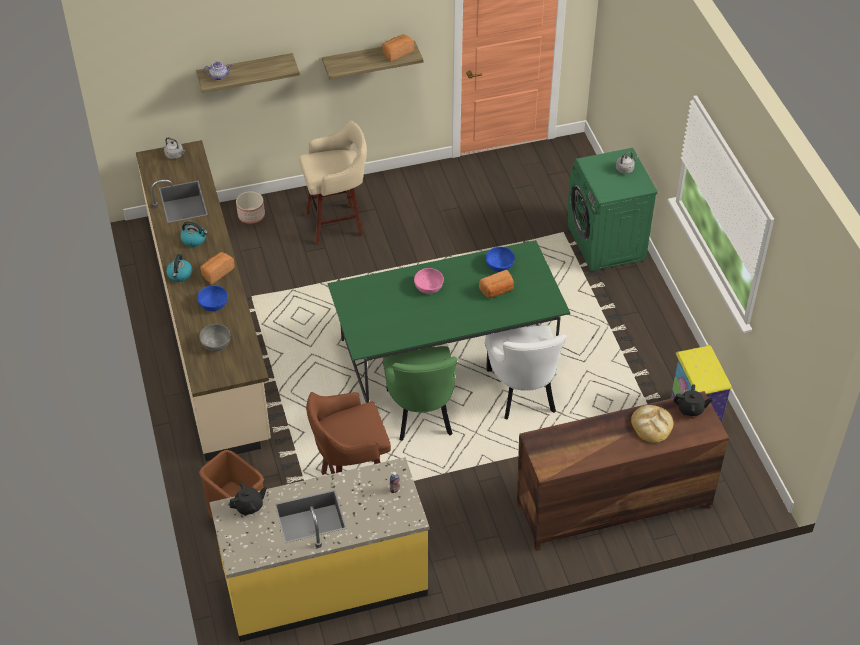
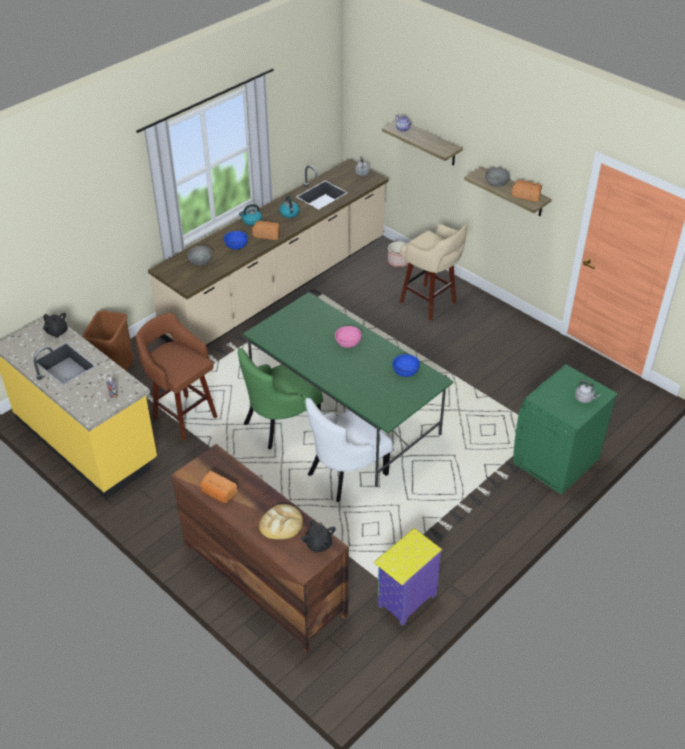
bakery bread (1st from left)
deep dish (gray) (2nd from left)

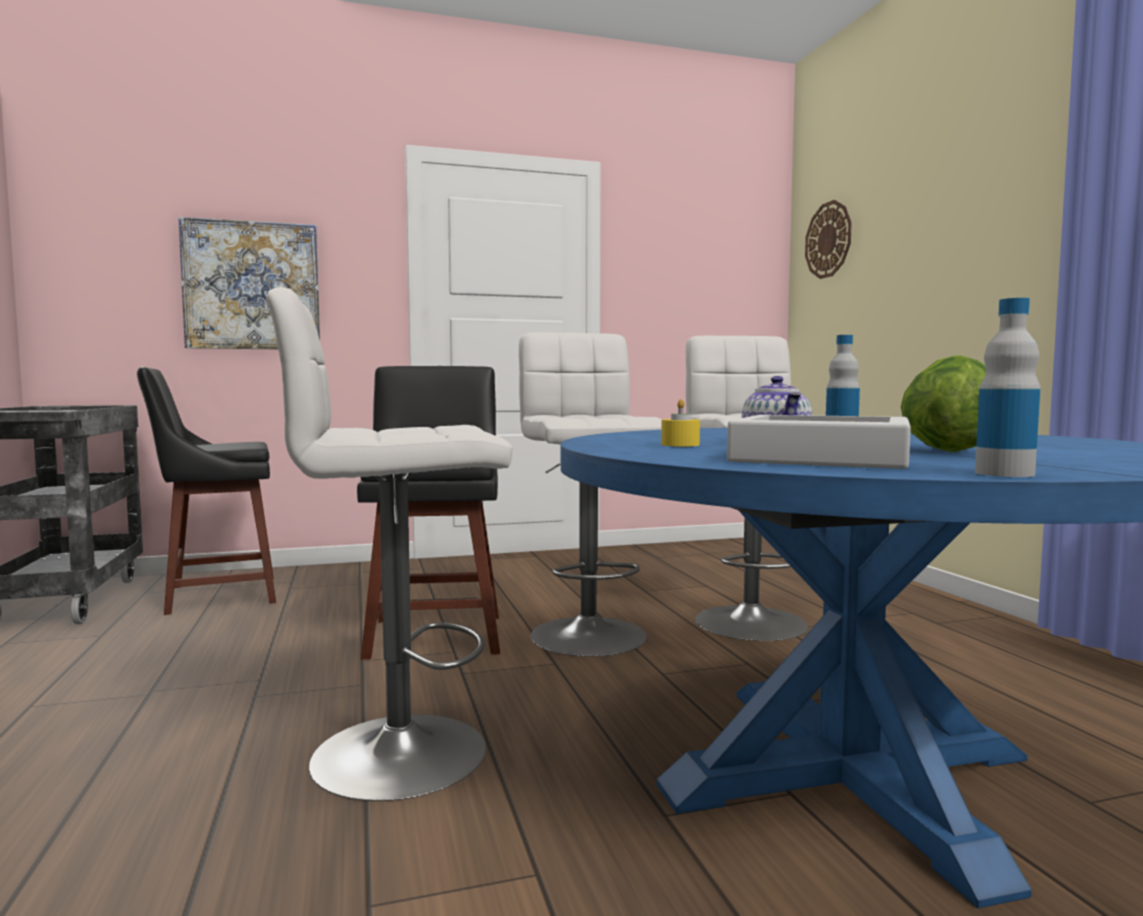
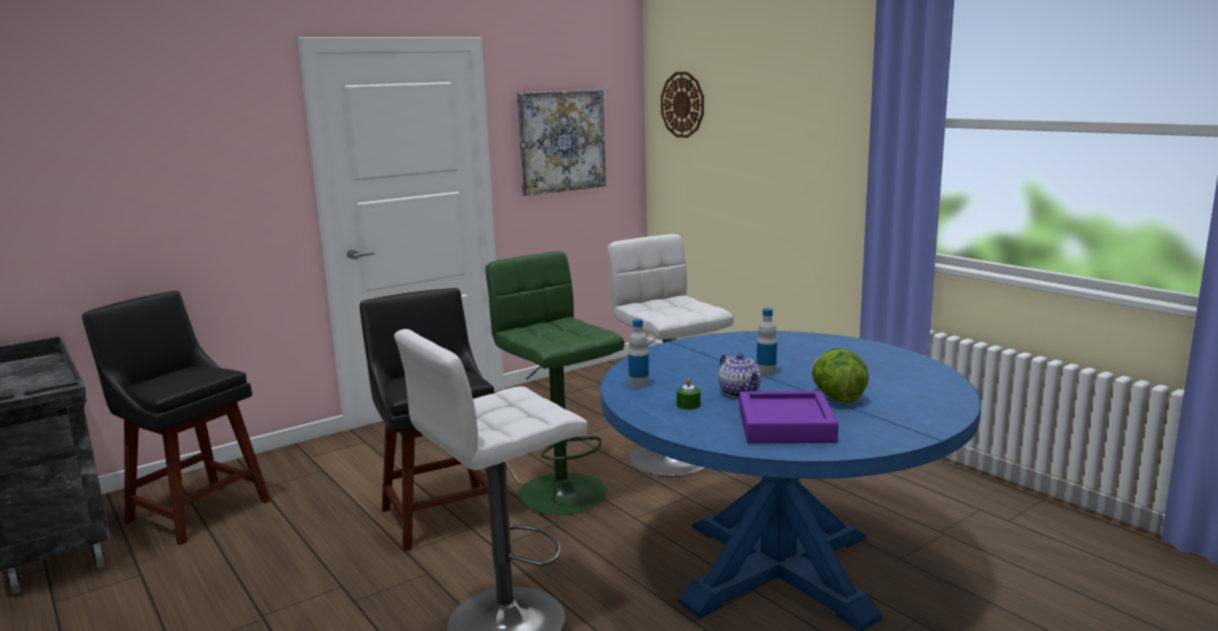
upright chair (black-coloured) (1st from left)
sitting stool (greenish)
wall picture
drink bottle (1st from left)
wax candle (greenish)
serving tray (purplish)

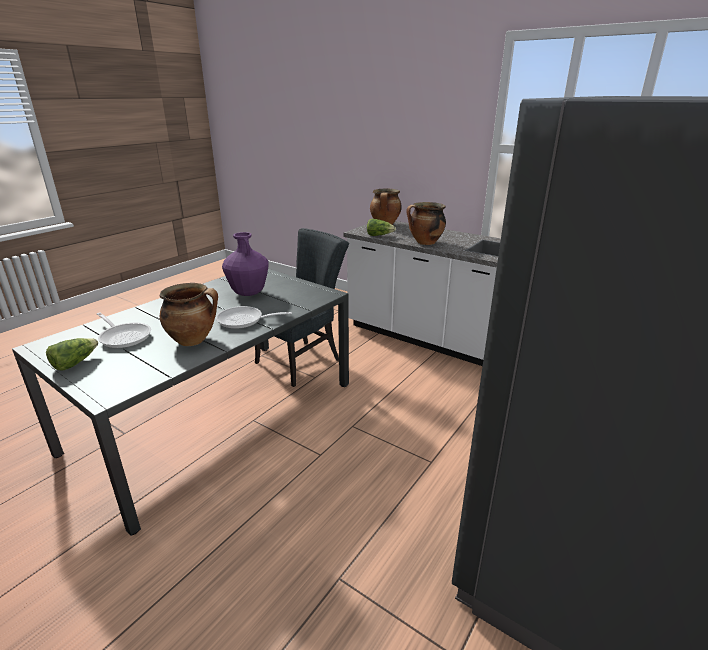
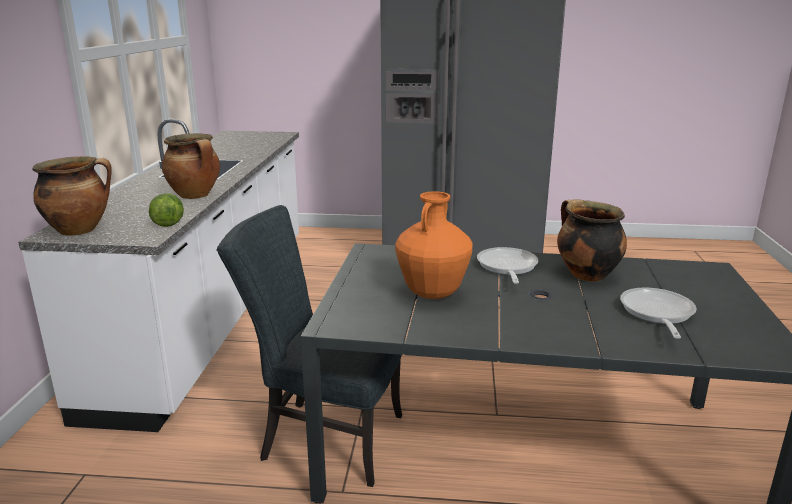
vase (orange-coloured)
pan (1st from left)
head of lettuce (1st from left in the first image)

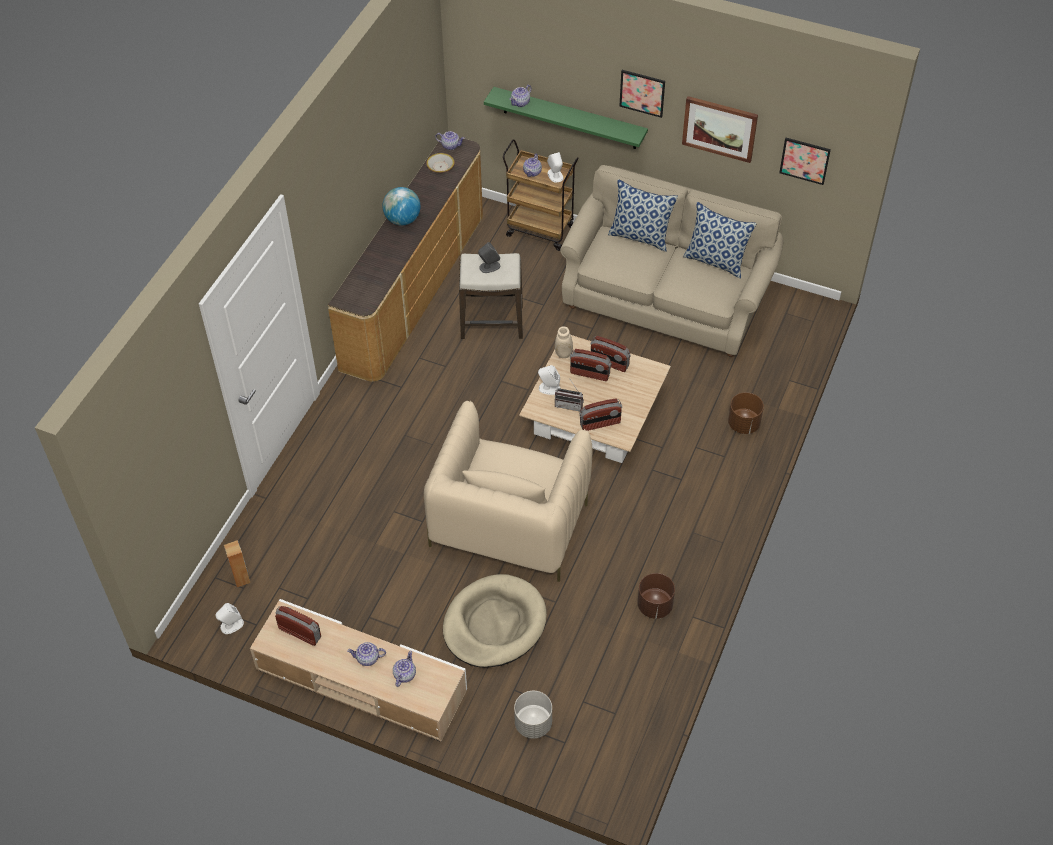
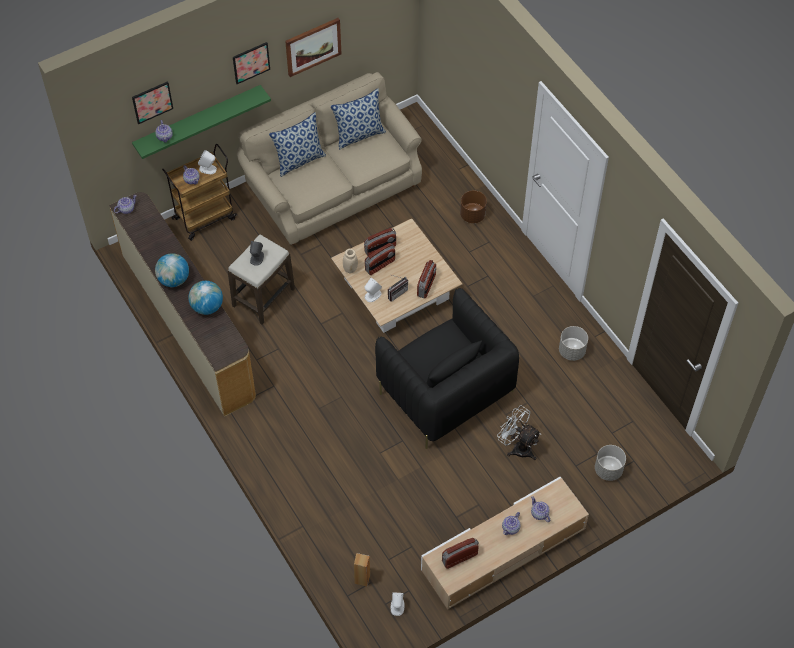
wall picture (1st from left)
world globe (2nd from left)
easy chair (black-coloured)
fan (white)
plant pot (gray) (1st from left)
deep dish

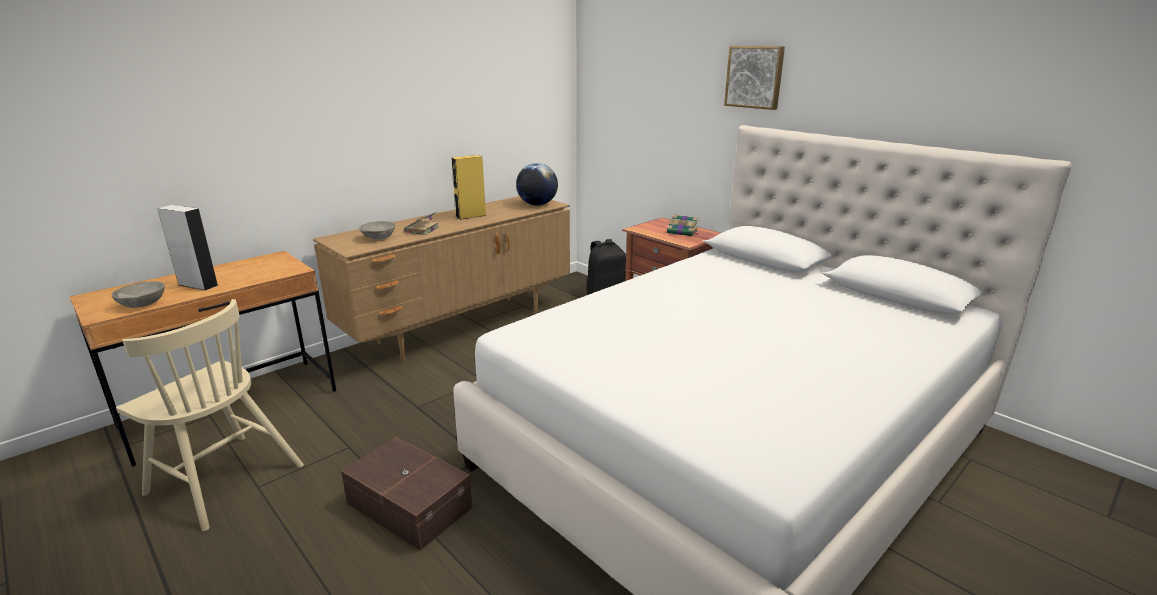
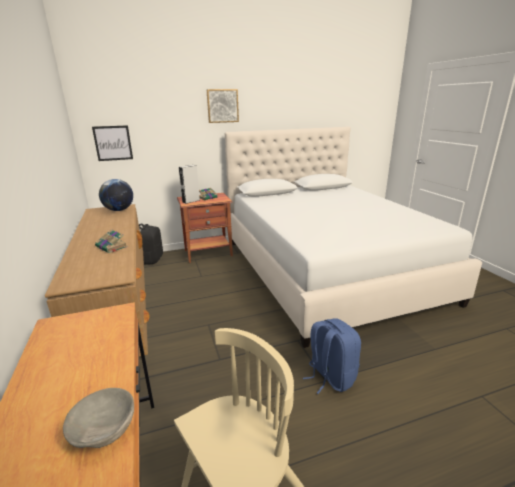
wall picture (1st from left)
speaker (gray)
backpack (blue-coloured)
deep dish (gray) (2nd from left in the first image)
speaker (yellowish)

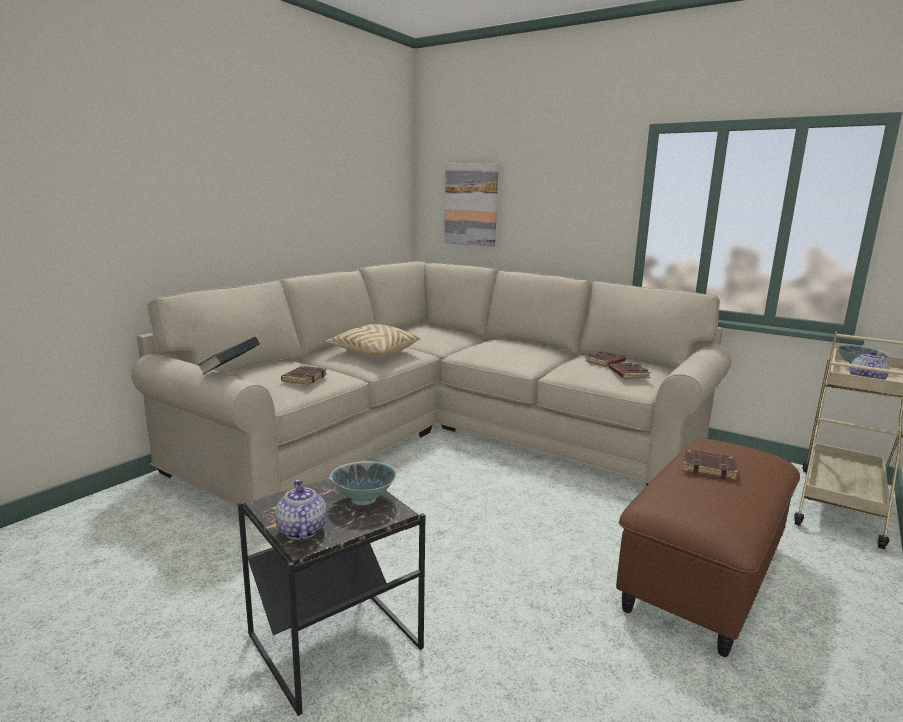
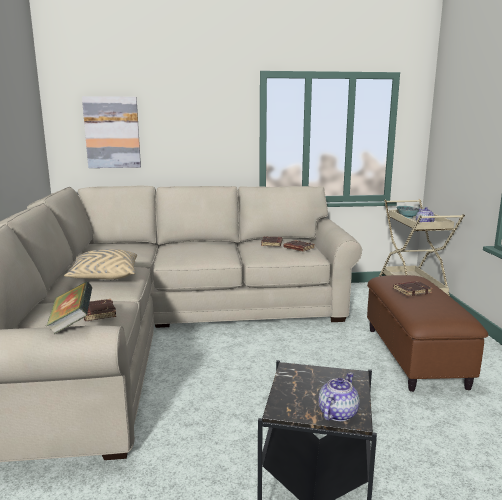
tea pot (1st from left)
deep dish (1st from left in the first image)

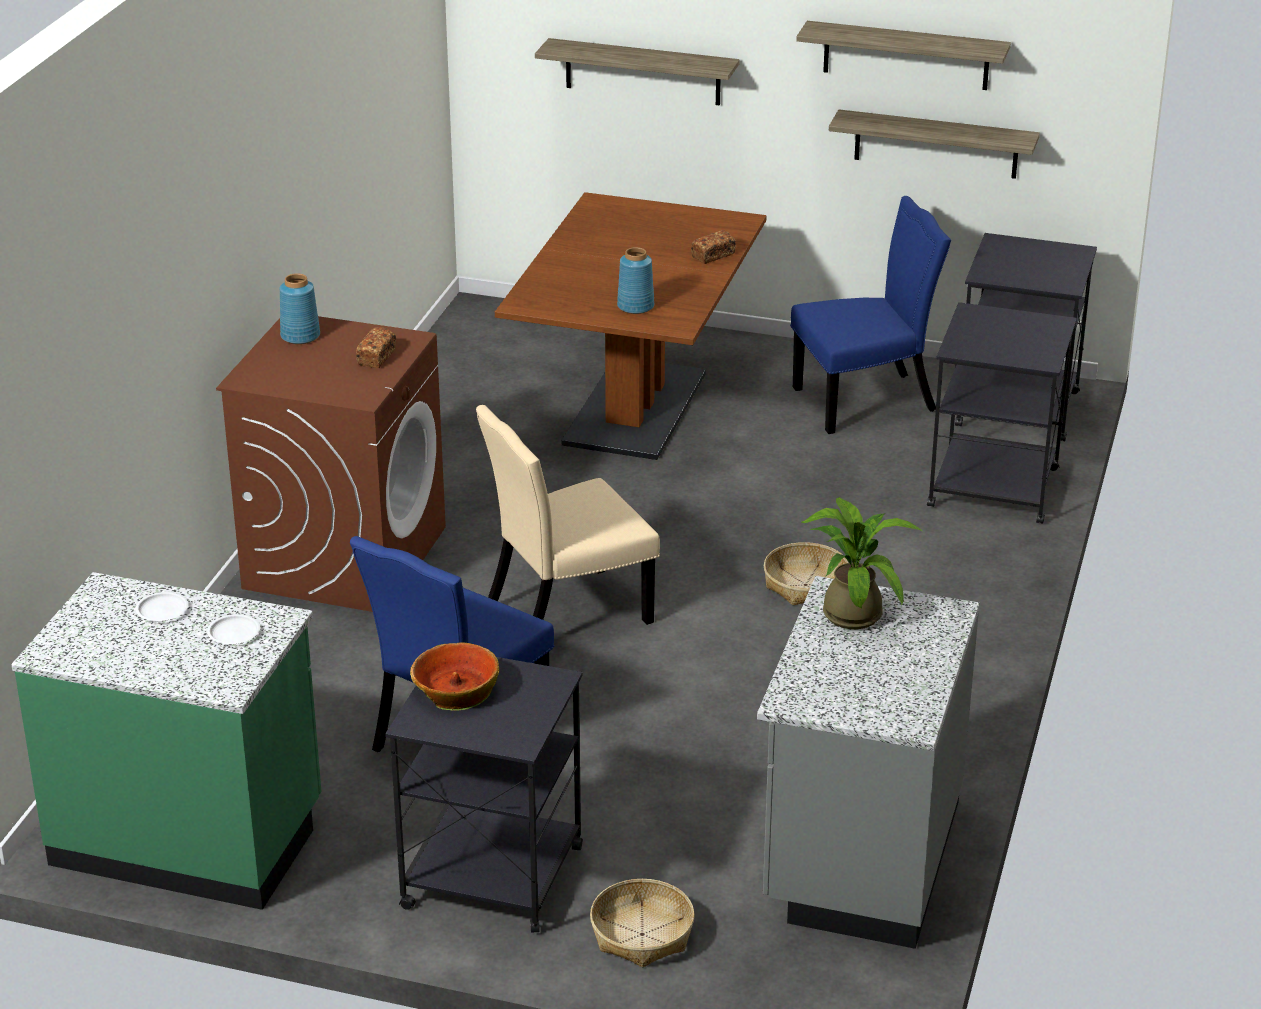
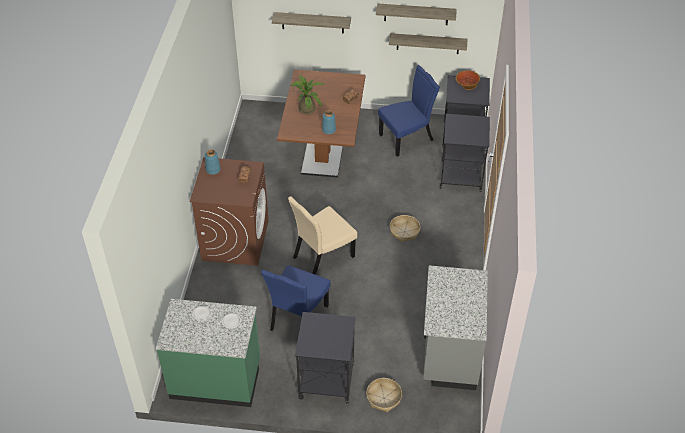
houseplant
deep dish

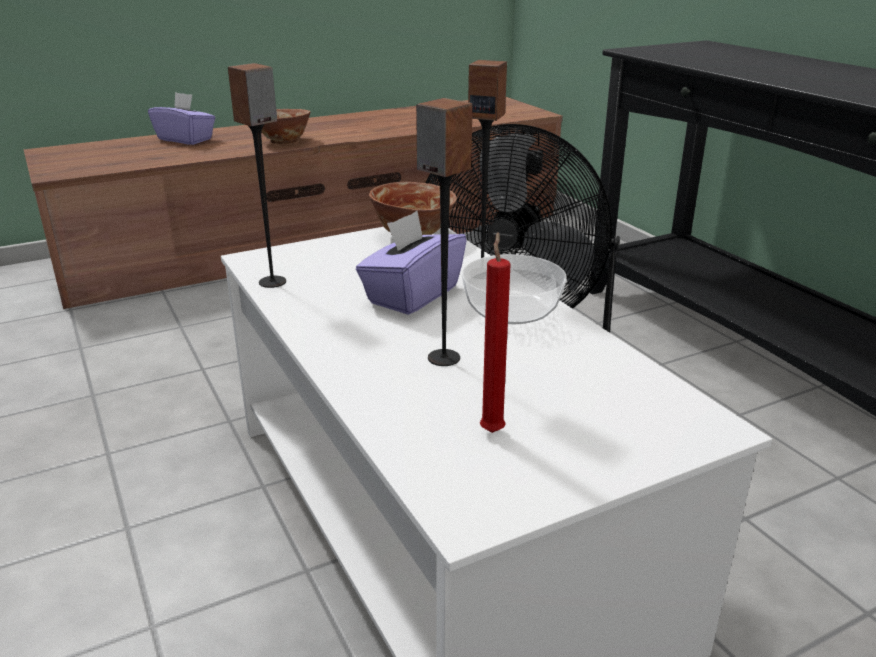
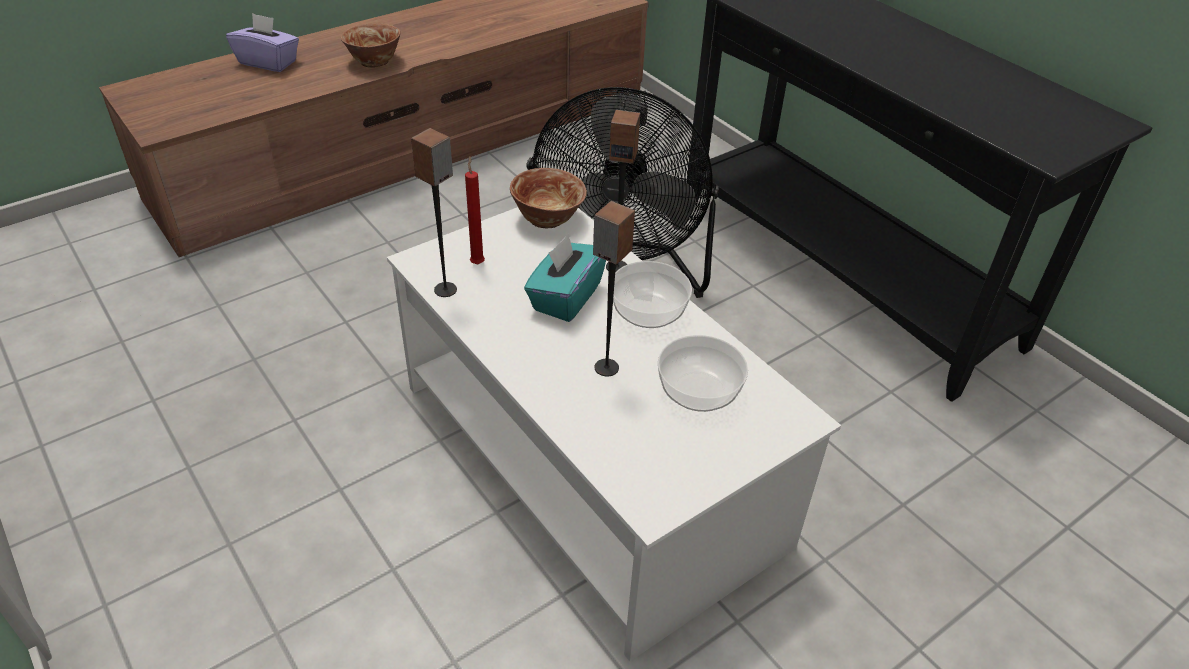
wax candle (red-coloured)
tissue box (turquoise-coloured)
deep dish (4th from left)

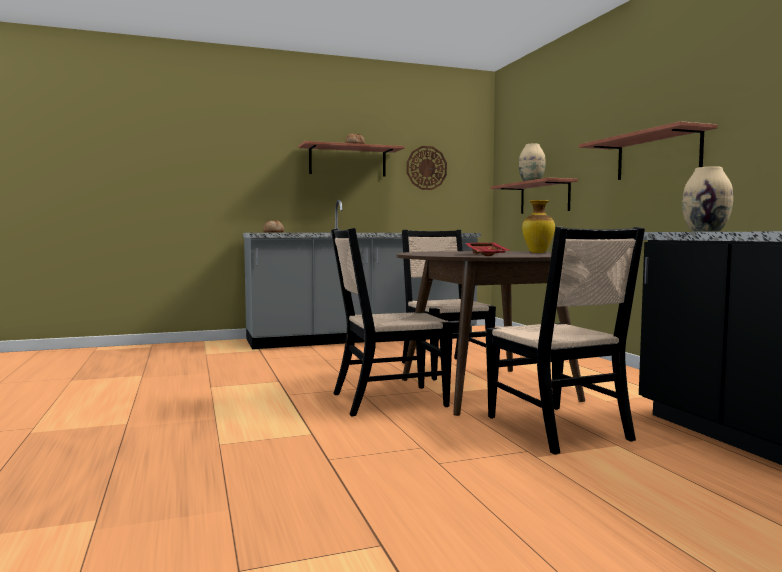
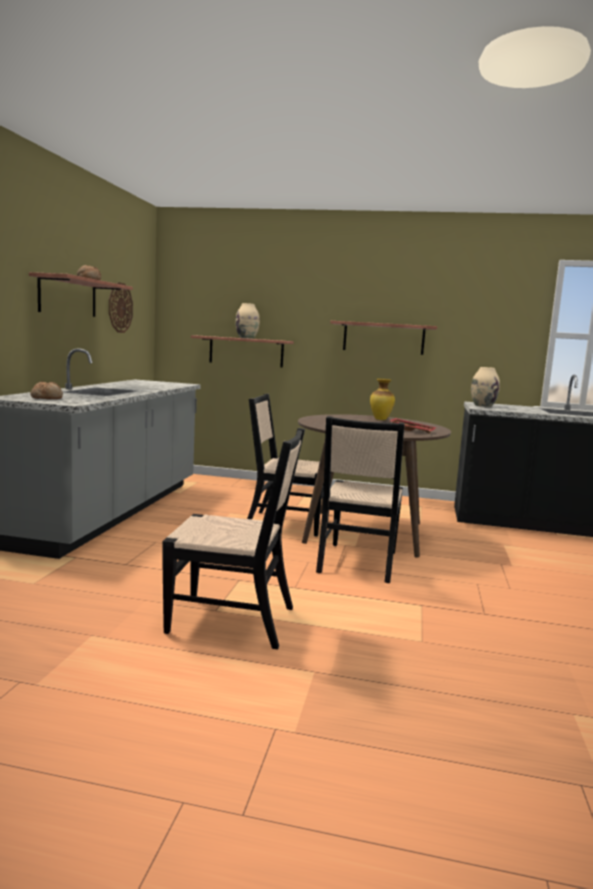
upright chair (1st from left)

